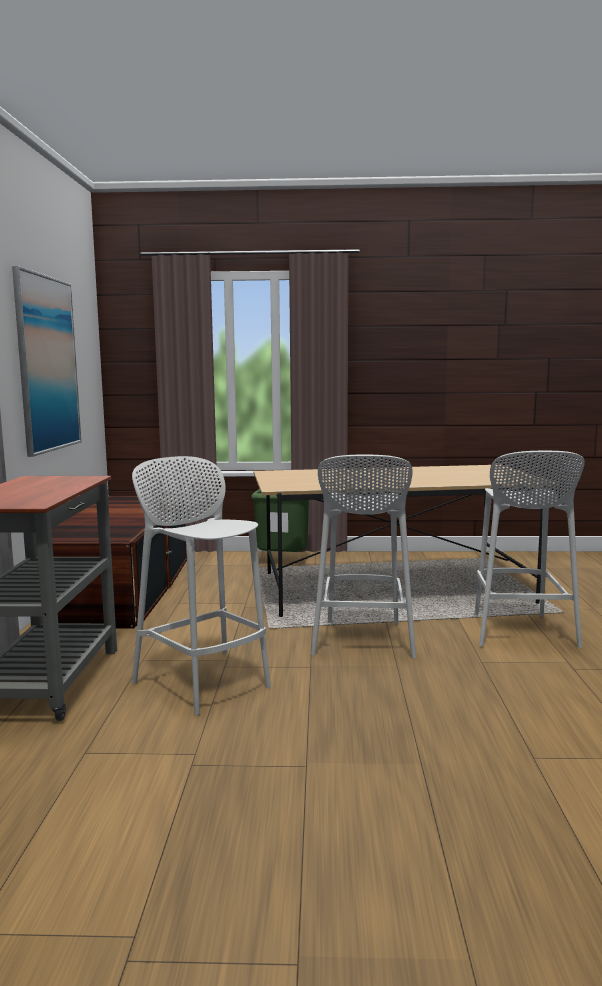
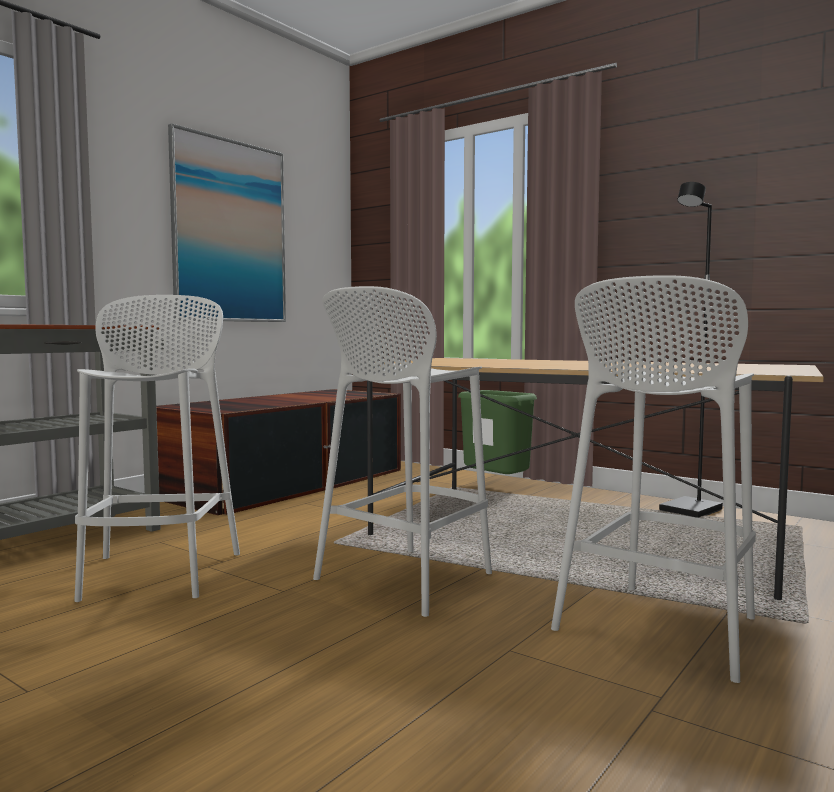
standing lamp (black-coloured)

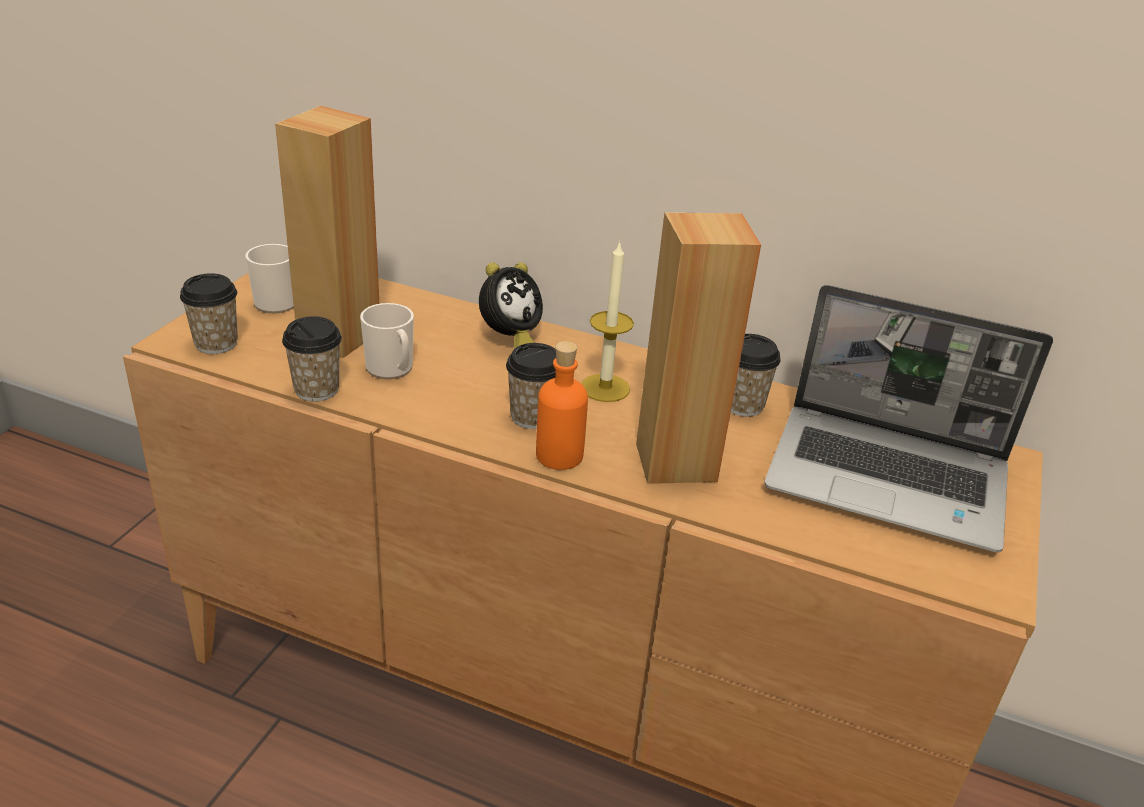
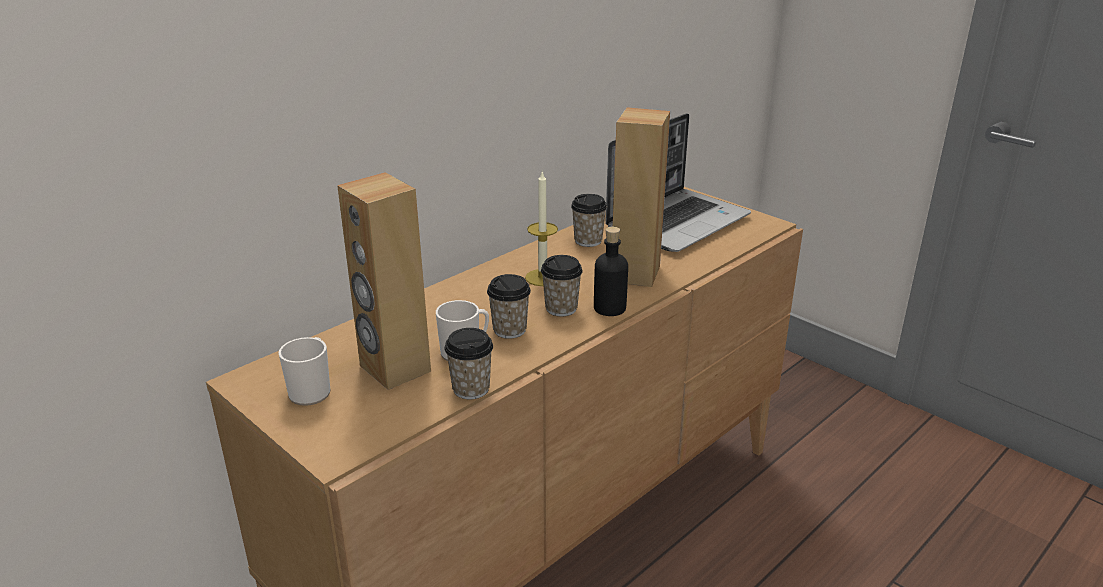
cup (2nd from left)
drink bottle (black-coloured)
table clock

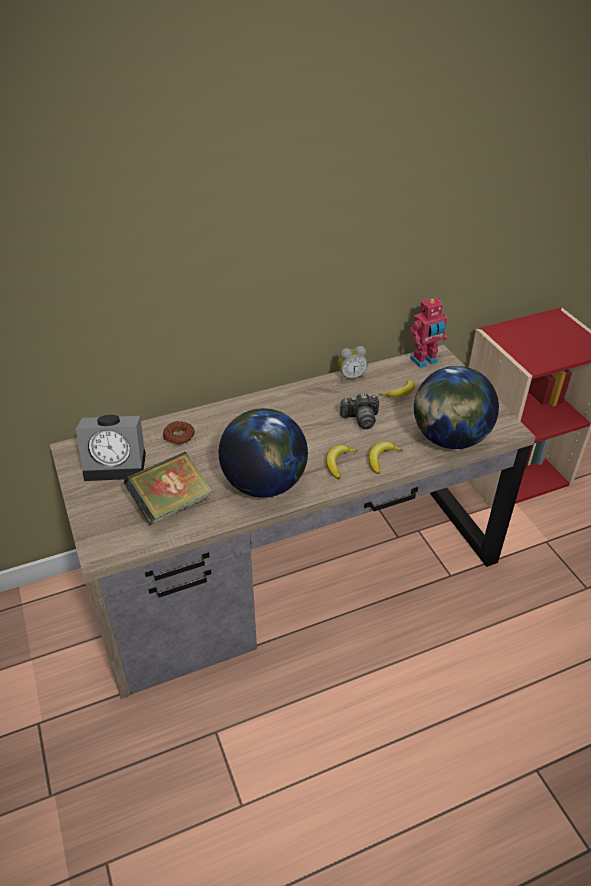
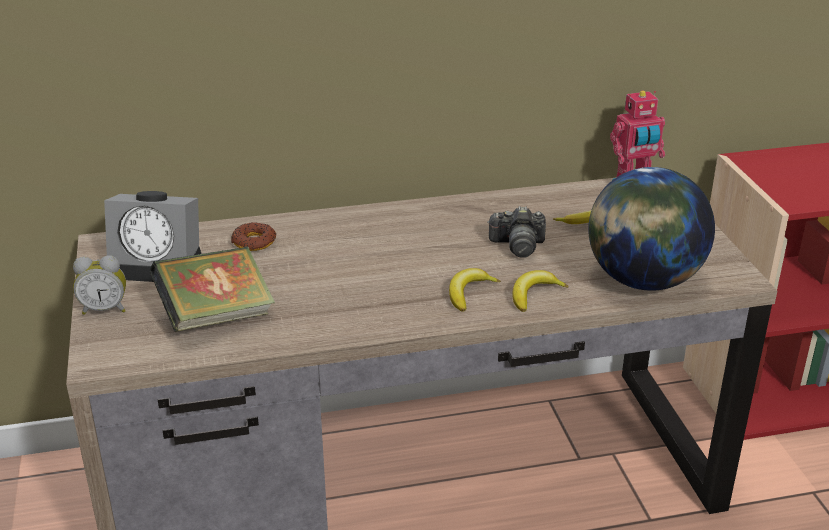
table clock (1st from left)
world globe (1st from left in the first image)

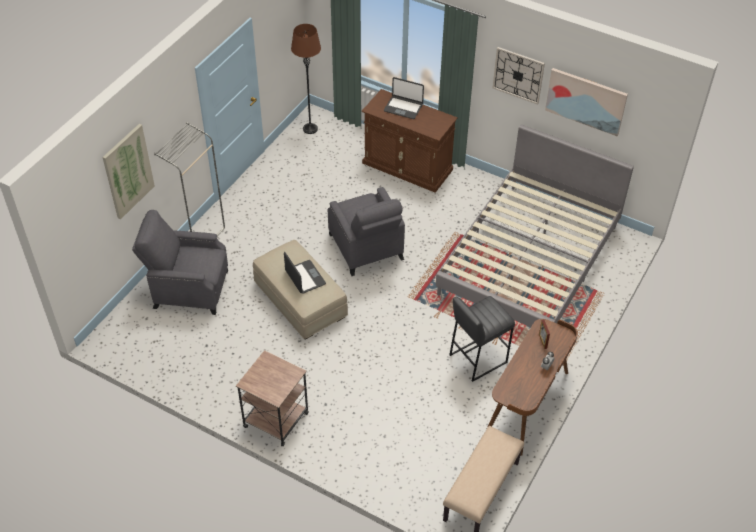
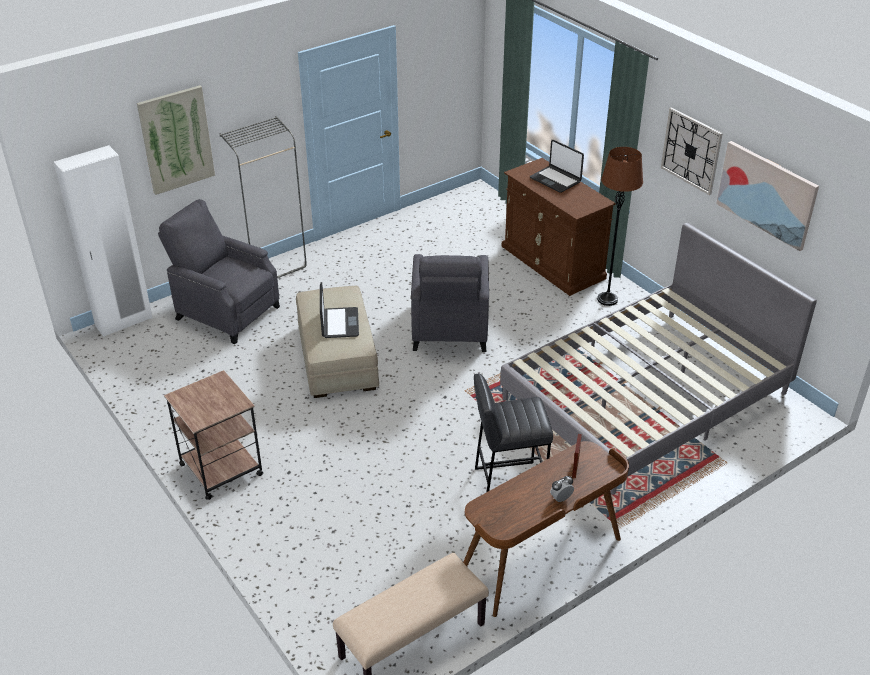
wardrobe (white)
standing lamp (brown-coloured)

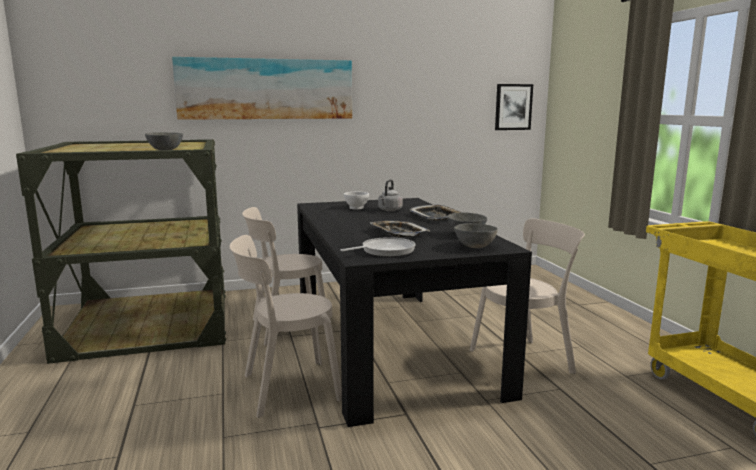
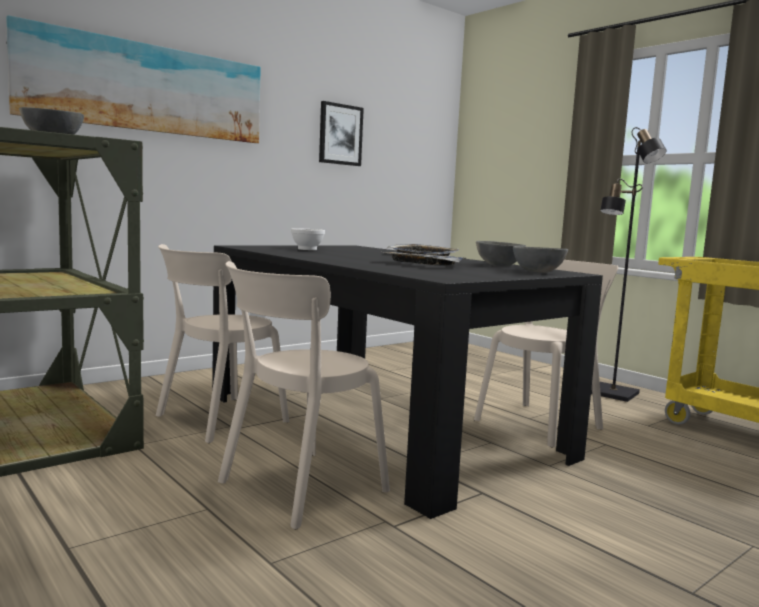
wall picture (2nd from left)
standing lamp (black-coloured)
pan
tea kettle (gray)

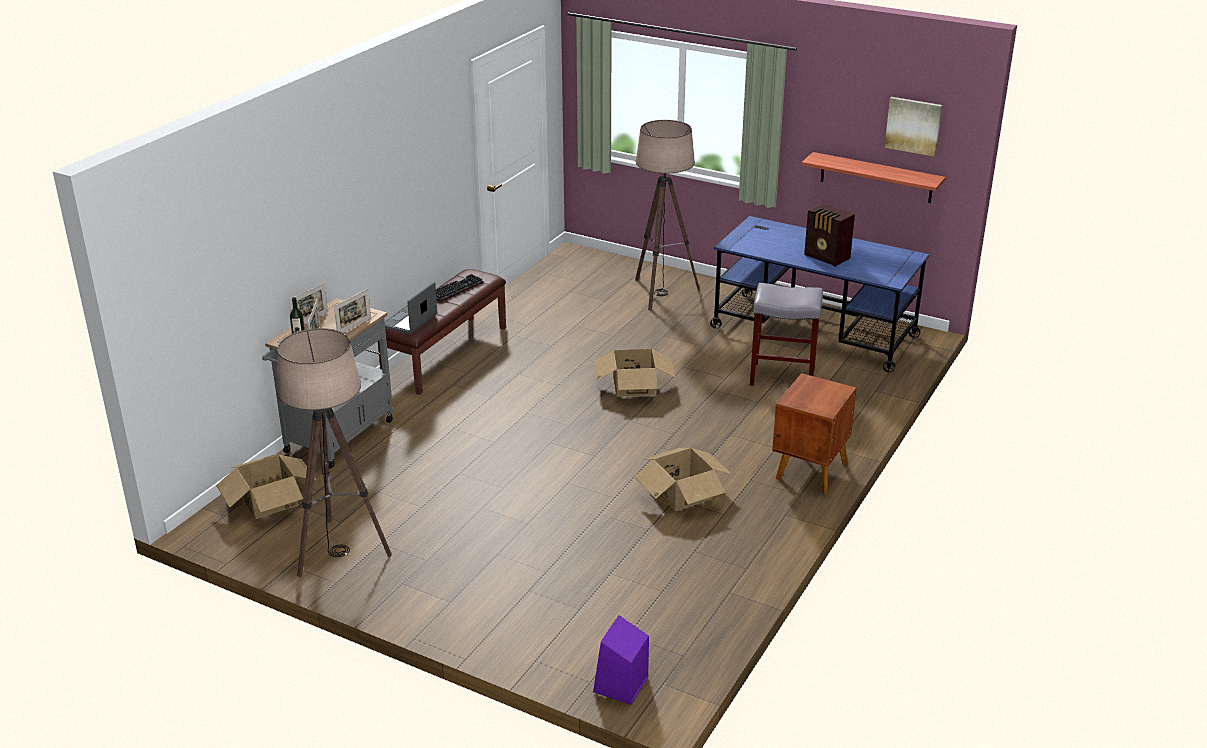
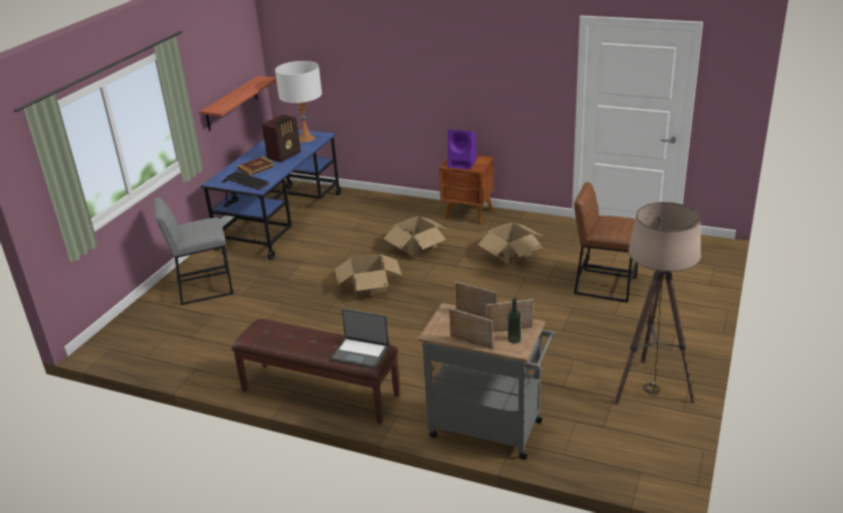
upright chair (gray)
PC keyboard
bound book
lamp for a table (white)
packing box (2nd from left)
speaker (purplish)
upright chair (brown-coloured)
sitting stool (gray)
wall picture

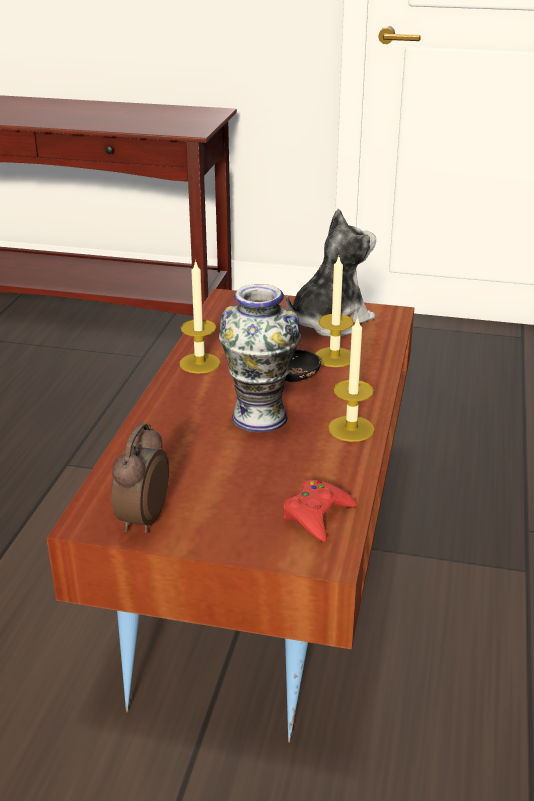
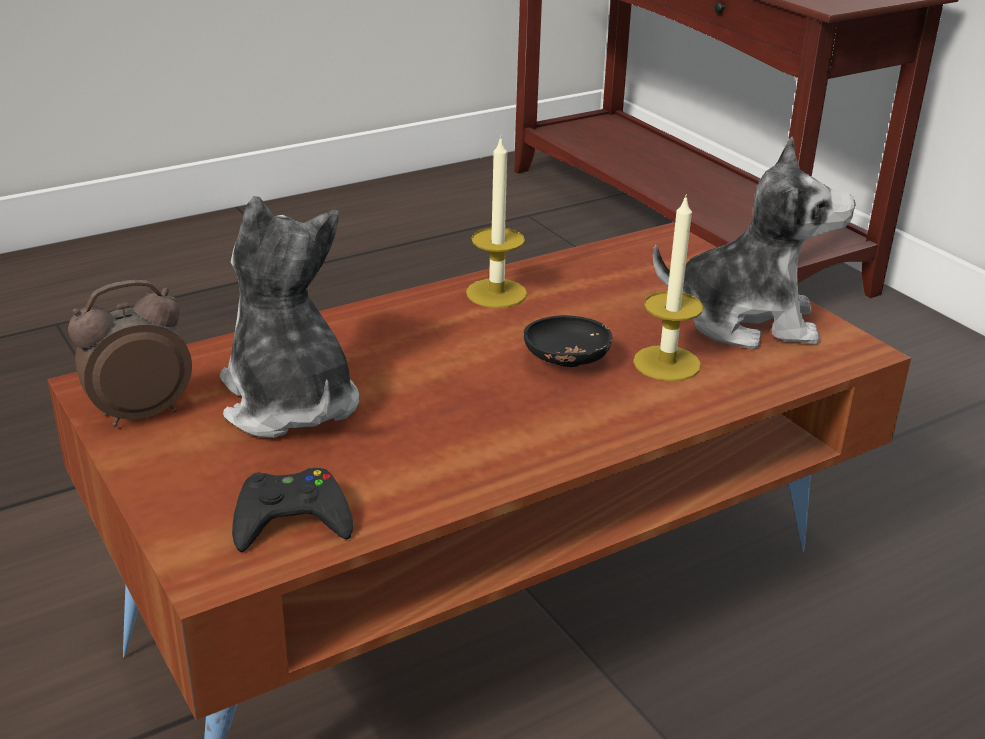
cuddly toy (1st from left)
game controller (black-coloured)
vase
wax candle (3rd from left in the first image)

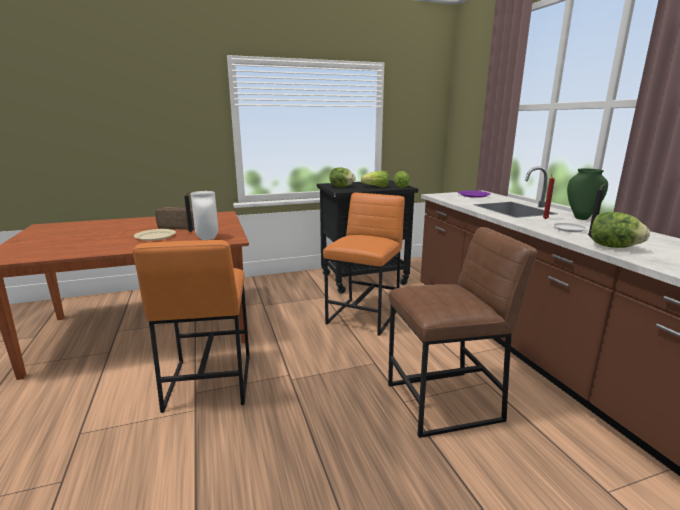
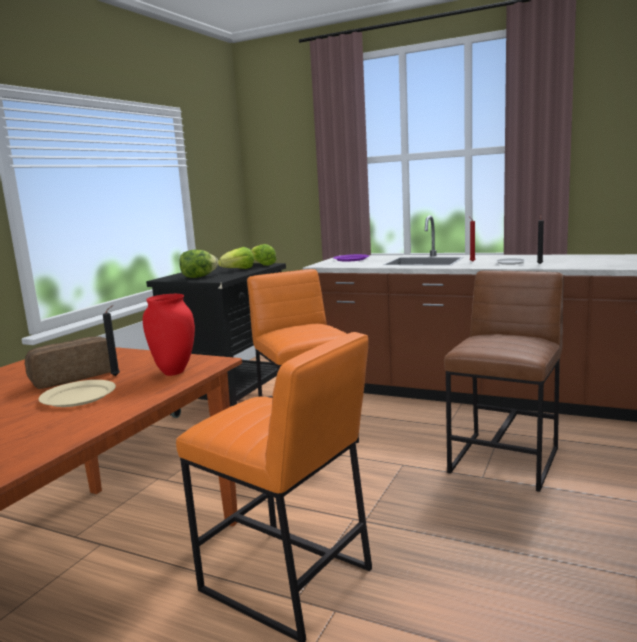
vase (red-coloured)
vase (greenish)
head of lettuce (4th from left in the first image)

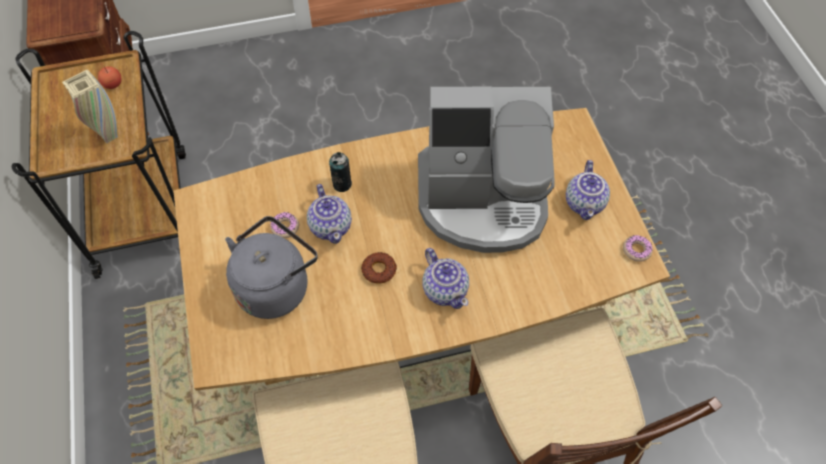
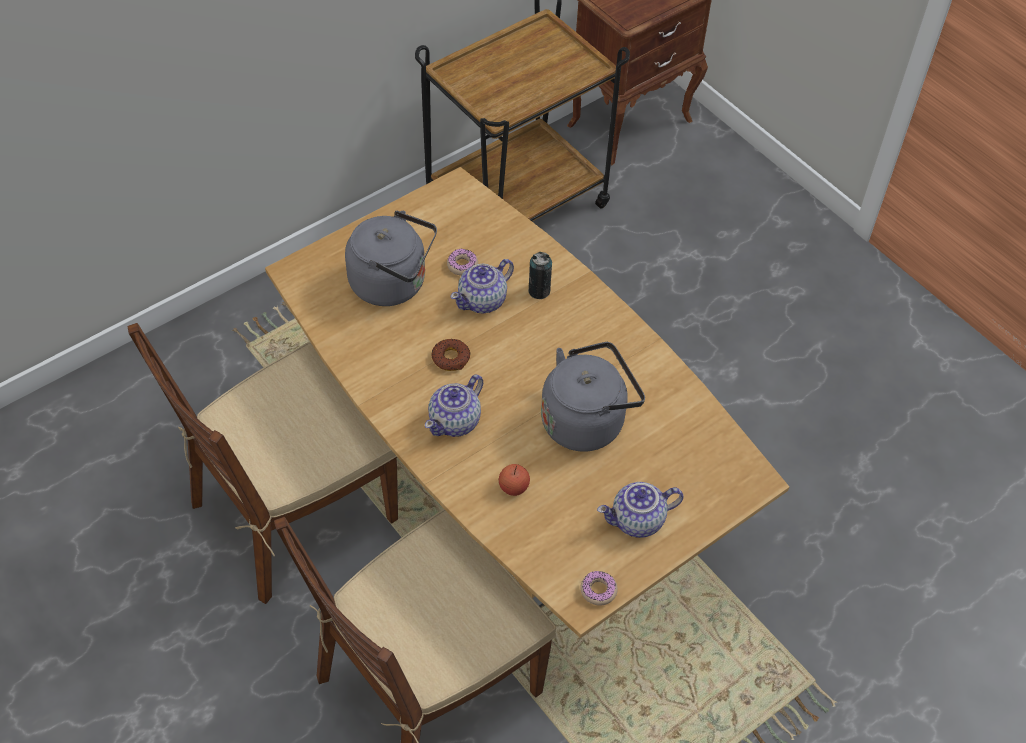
whole apple
tea kettle (gray) (2nd from left)
vase (beige)

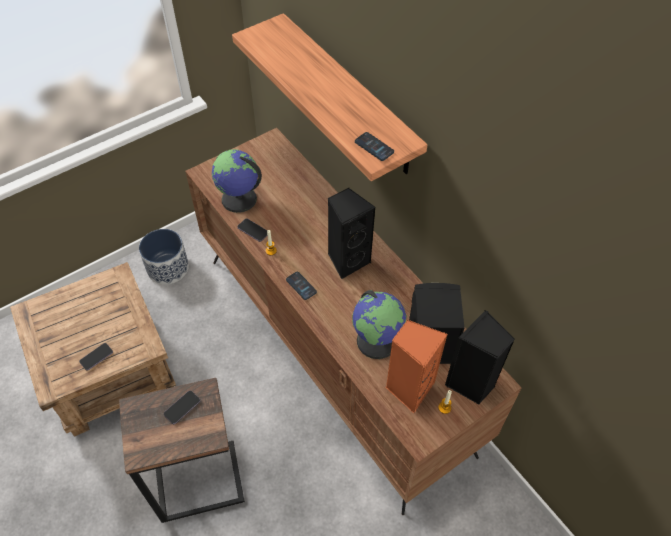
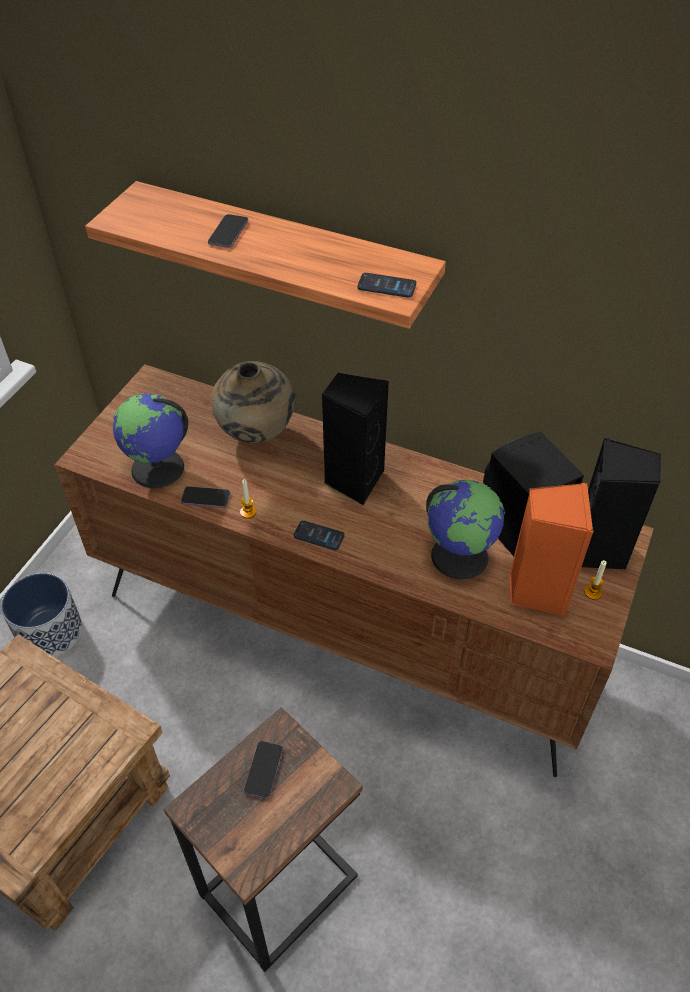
handset (2nd from left)
vase (beige)

